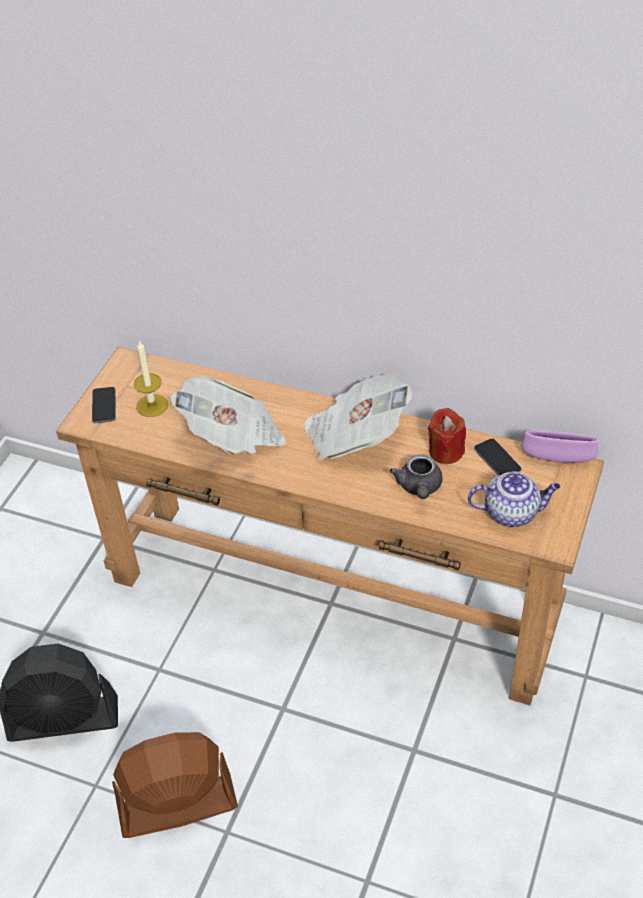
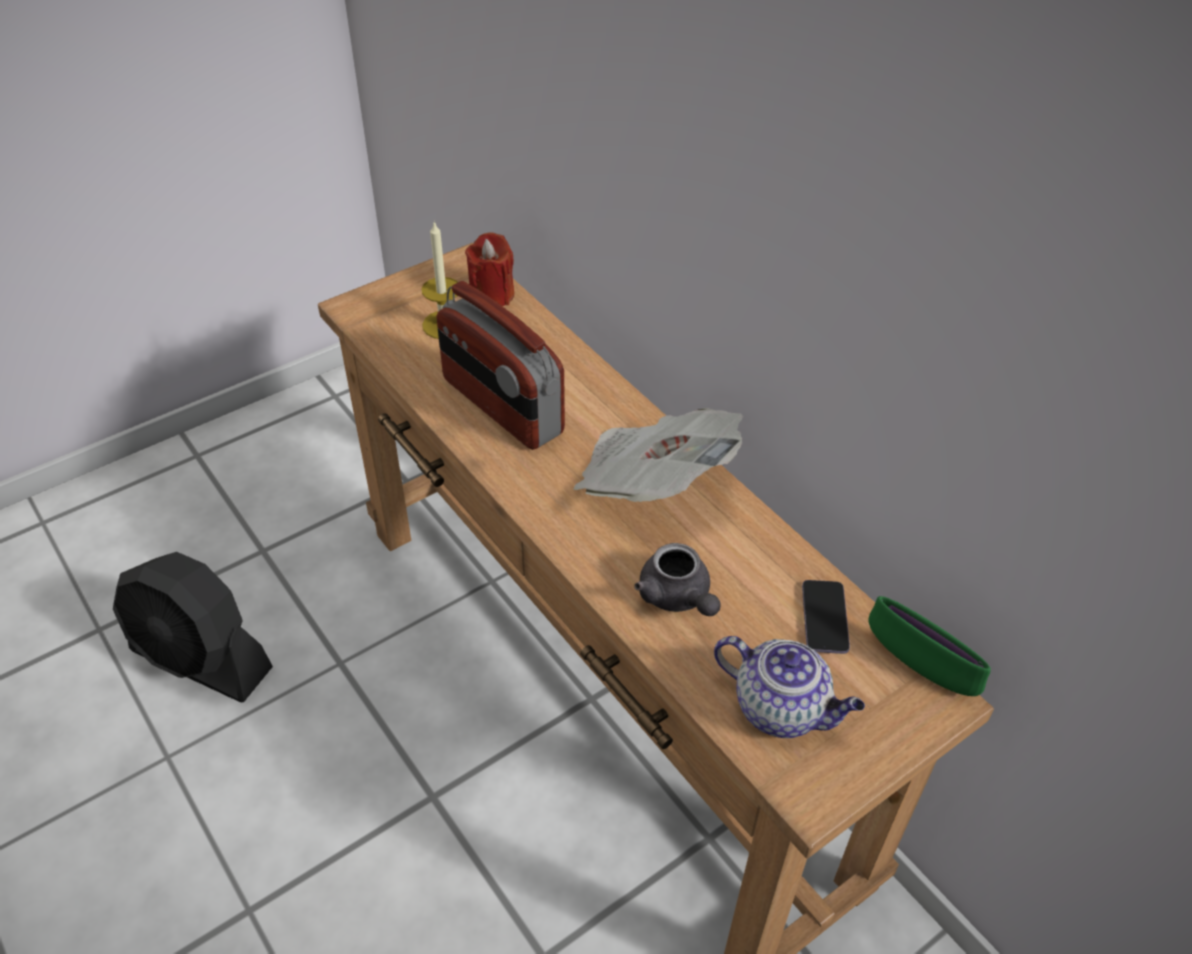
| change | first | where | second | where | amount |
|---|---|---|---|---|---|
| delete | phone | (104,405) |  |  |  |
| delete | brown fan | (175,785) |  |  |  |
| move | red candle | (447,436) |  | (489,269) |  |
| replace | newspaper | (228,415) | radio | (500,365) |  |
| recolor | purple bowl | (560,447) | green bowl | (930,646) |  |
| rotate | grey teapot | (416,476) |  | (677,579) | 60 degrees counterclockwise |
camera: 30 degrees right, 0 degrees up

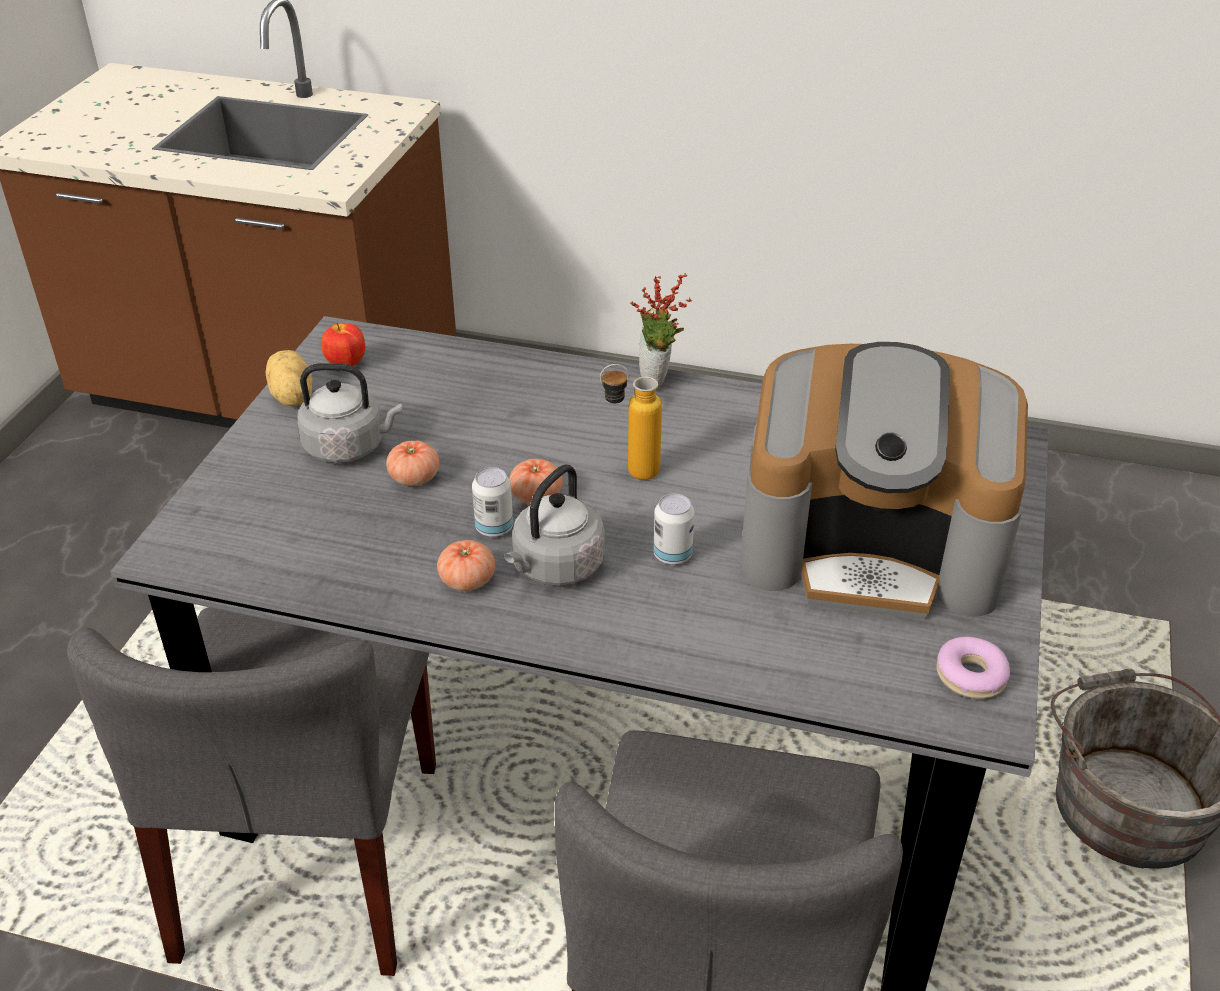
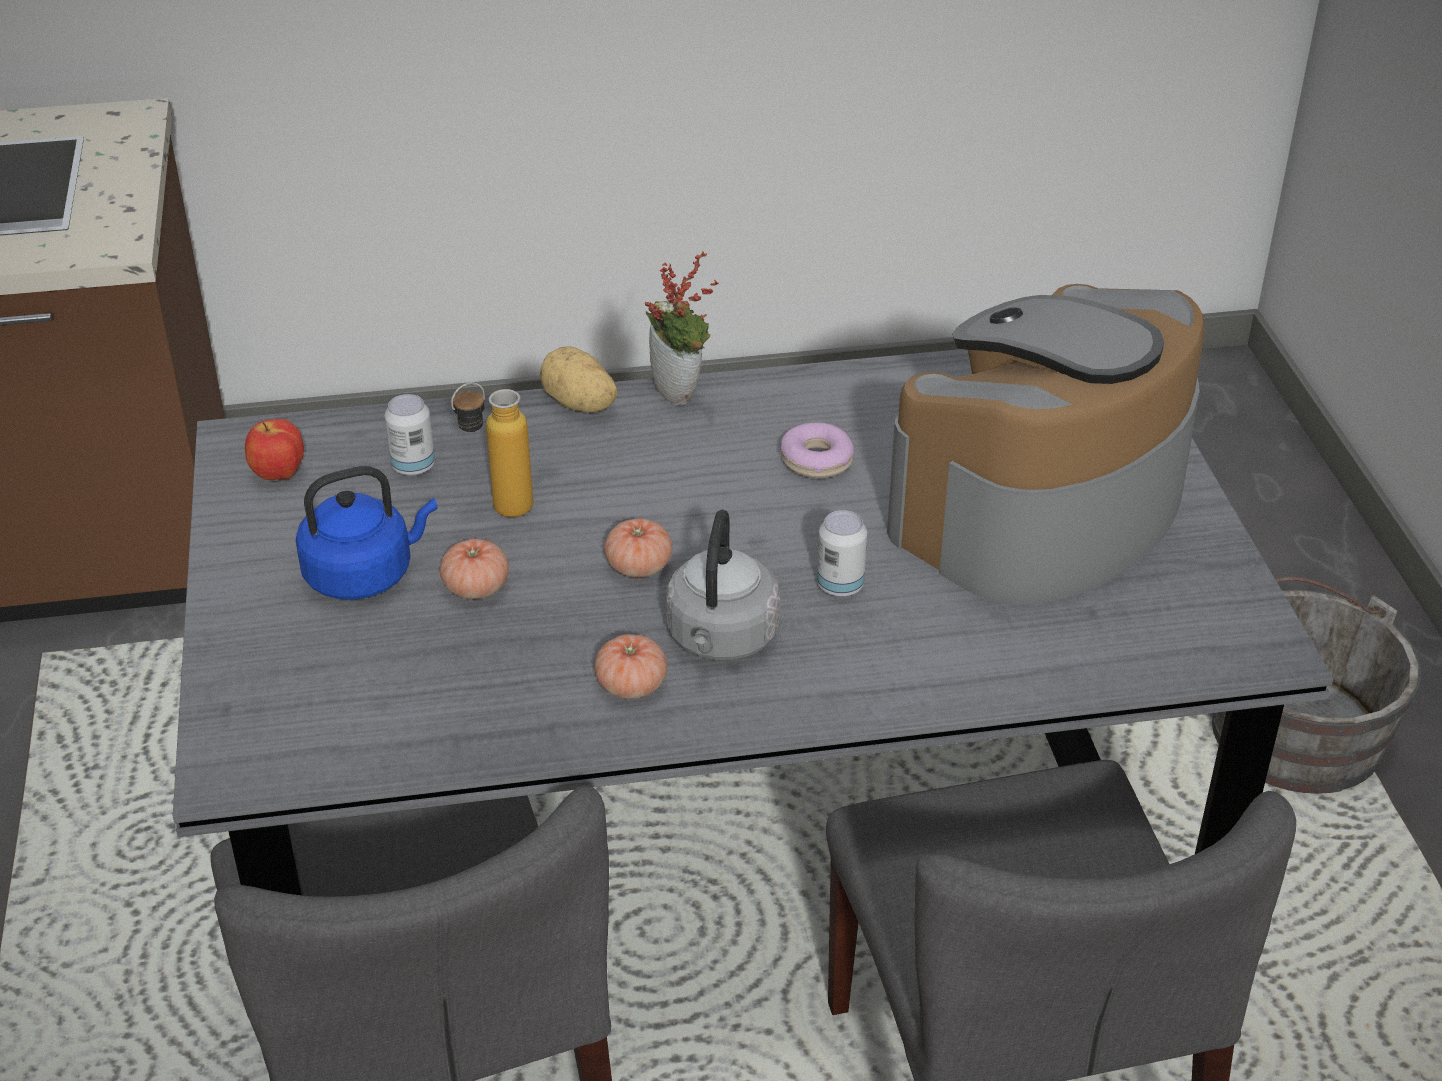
| change | first | where | second | where | amount |
|---|---|---|---|---|---|
| move | potato | (288,378) |  | (579,379) |  |
| move | can | (492,502) |  | (410,435) |  |
| move | bottle | (631,422) |  | (492,449) |  |
| move | donut | (973,668) |  | (817,450) |  |
| recolor | grey kettle | (349,413) | blue kettle | (367,533) |  |
| rotate | coffee machine | (884,481) |  | (1046,444) | 150 degrees clockwise |
camera: 25 degrees left, 0 degrees up

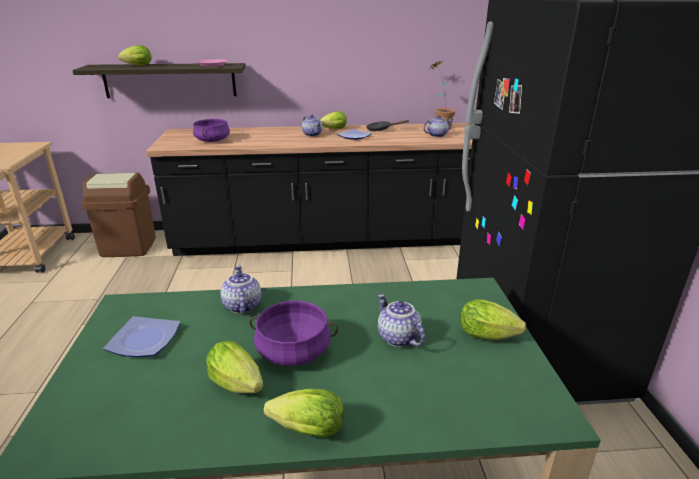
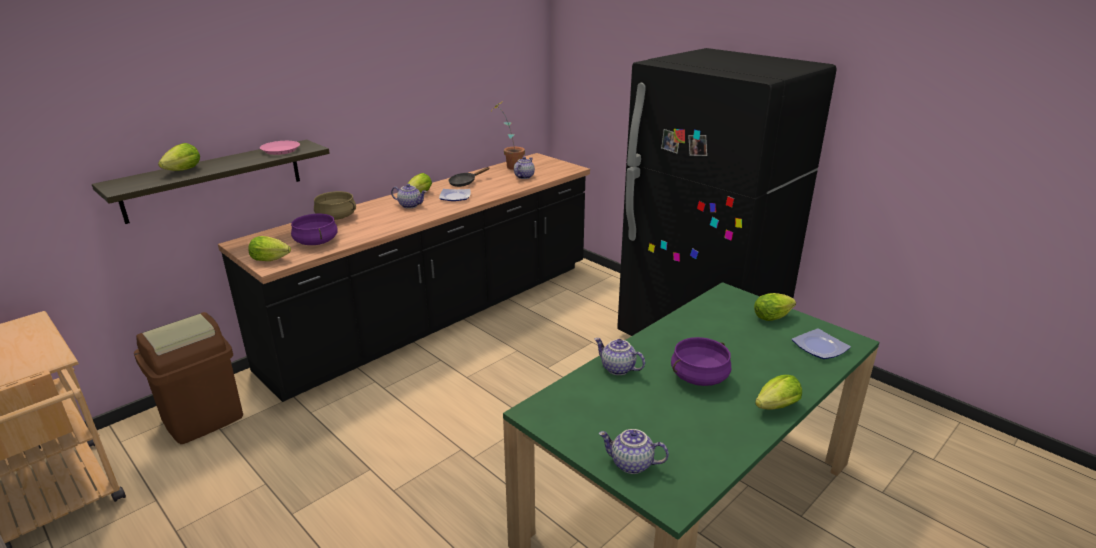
| change | first | where | second | where | amount |
|---|---|---|---|---|---|
| insert |  |  | beige cooking pot | (335,205) |  |
| move | plate | (141,336) |  | (821,343) |  |
| move | lettuce | (234,367) |  | (269,248) |  |
| move | teapot | (401,320) |  | (634,451) |  |
camera: 40 degrees left, 0 degrees up

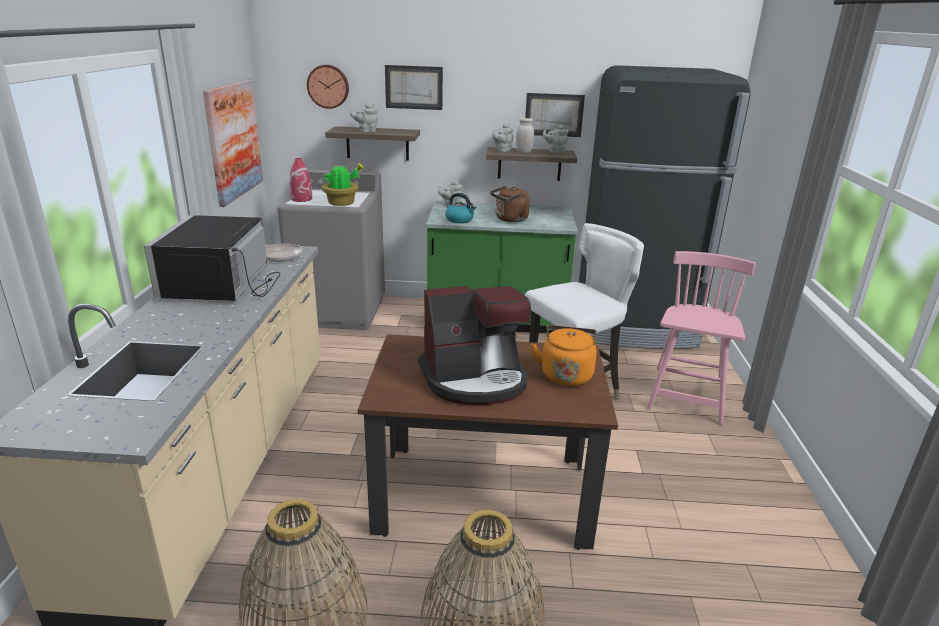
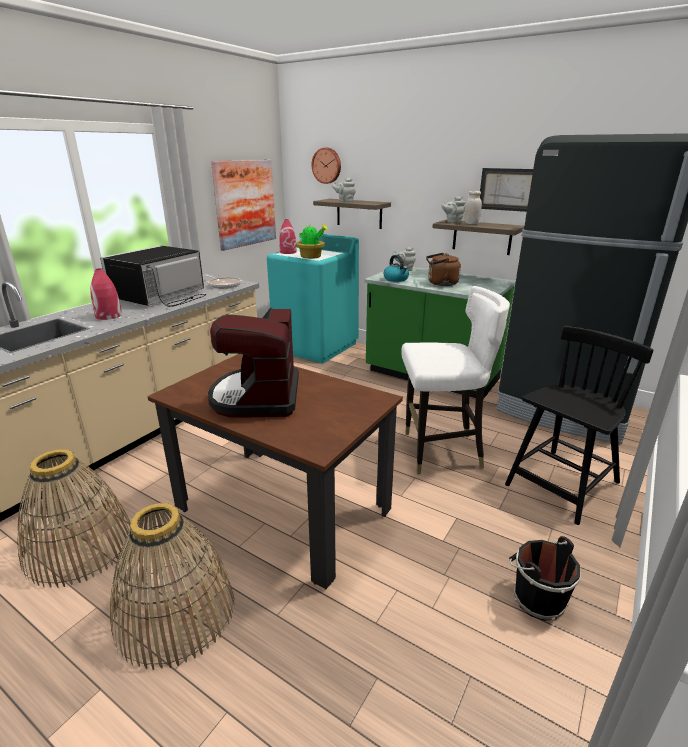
| change | first | where | second | where | amount |
|---|---|---|---|---|---|
| delete | picture | (414,87) |  |  |  |
| delete | orange kettle | (564,355) |  |  |  |
| delete | grey teapot | (556,139) |  |  |  |
| insert |  |  | red vase | (106,294) |  |
| insert |  |  | black bucket | (545,578) |  |
| recolor | grey washing machine | (331,249) | turquoise washing machine | (313,298) |  |
| recolor | pink chair | (701,338) | black chair | (579,425) |  |
| rotate | coffee machine | (474,345) |  | (253,363) | 75 degrees clockwise |
camera: 30 degrees right, 0 degrees up

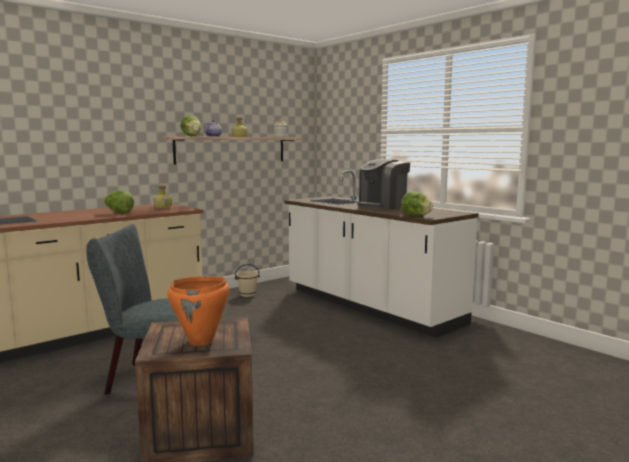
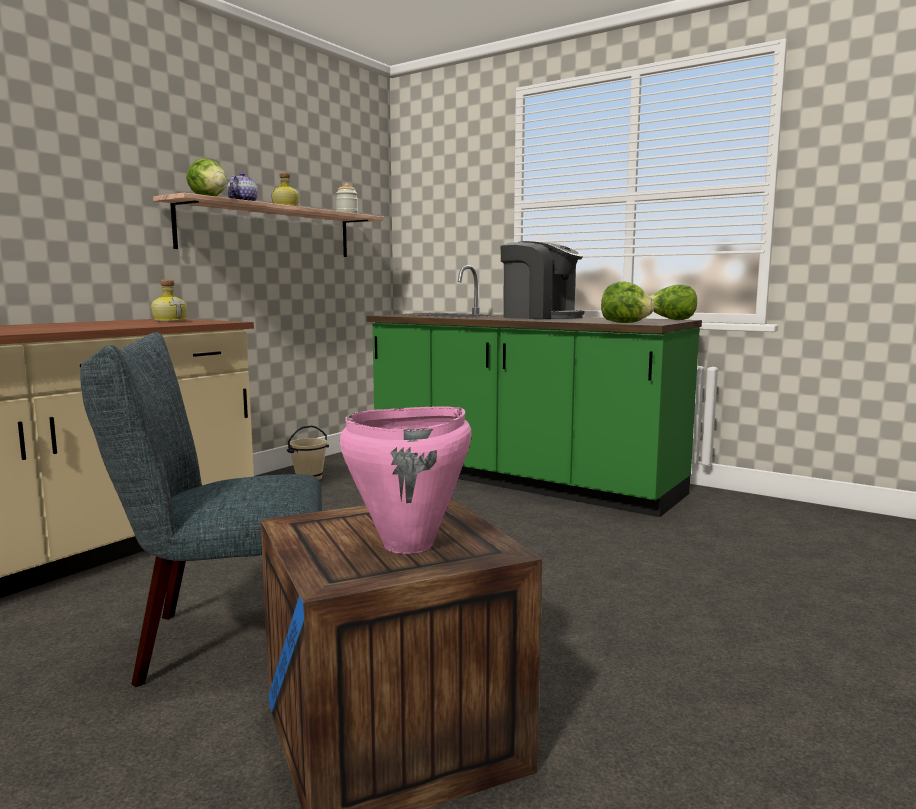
| change | first | where | second | where | amount |
|---|---|---|---|---|---|
| move | lettuce | (118,201) |  | (673,302) |  |
| recolor | orange cooking pot | (198,311) | pink cooking pot | (406,480) |  |
| recolor | white counter | (382,254) | green counter | (534,391) |  |
| rotate | coffee machine | (383,184) |  | (542,280) | 90 degrees counterclockwise |
camera: 15 degrees left, 0 degrees up

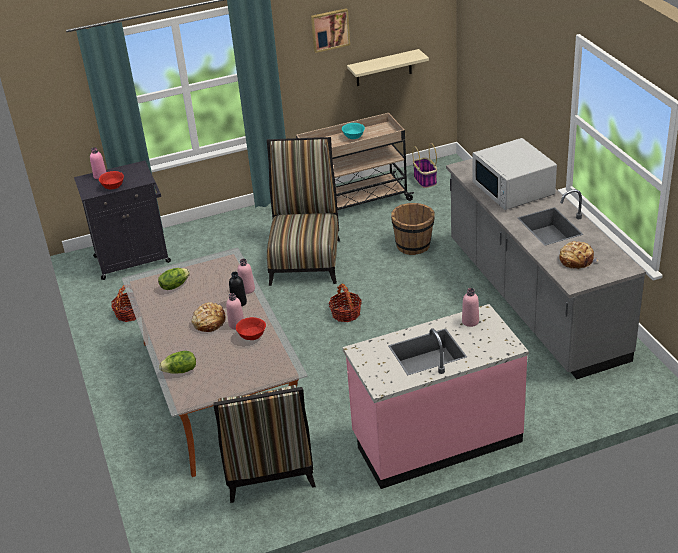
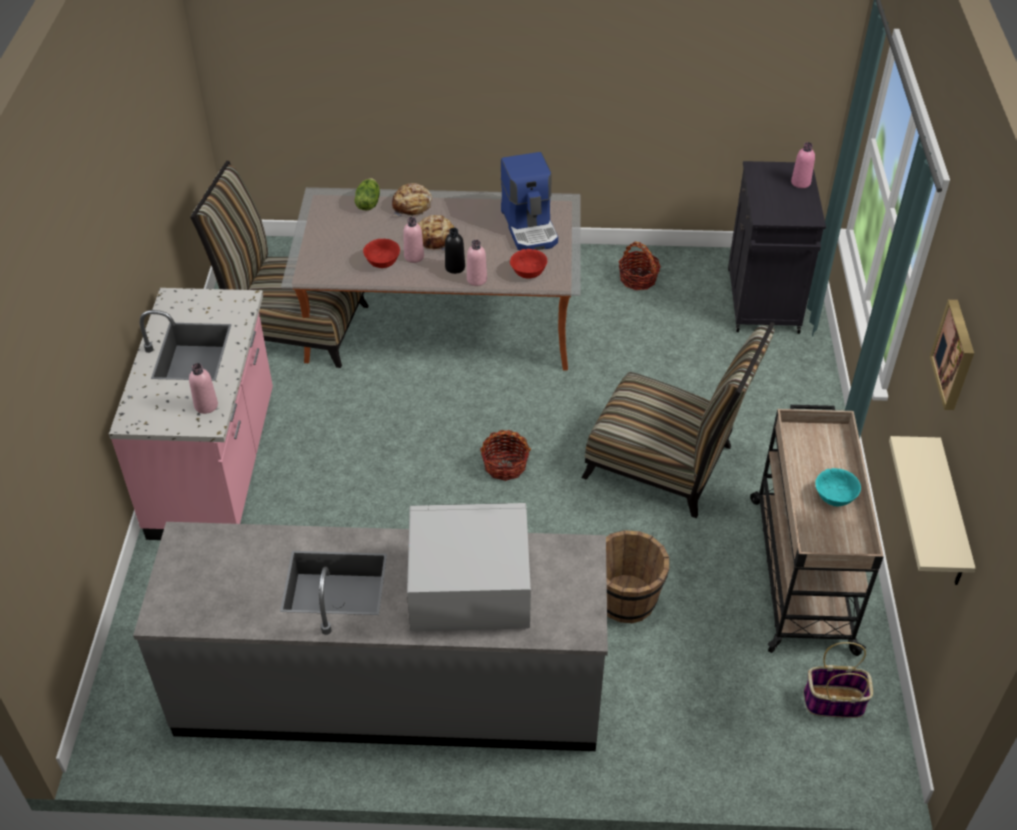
| change | first | where | second | where | amount |
|---|---|---|---|---|---|
| move | red bowl | (111,180) |  | (528,264) |  |
| move | bread | (579,255) |  | (412,199) |  |
| replace | lettuce | (174,279) | coffee machine | (529,201) |  |
camera: 110 degrees right, 10 degrees up

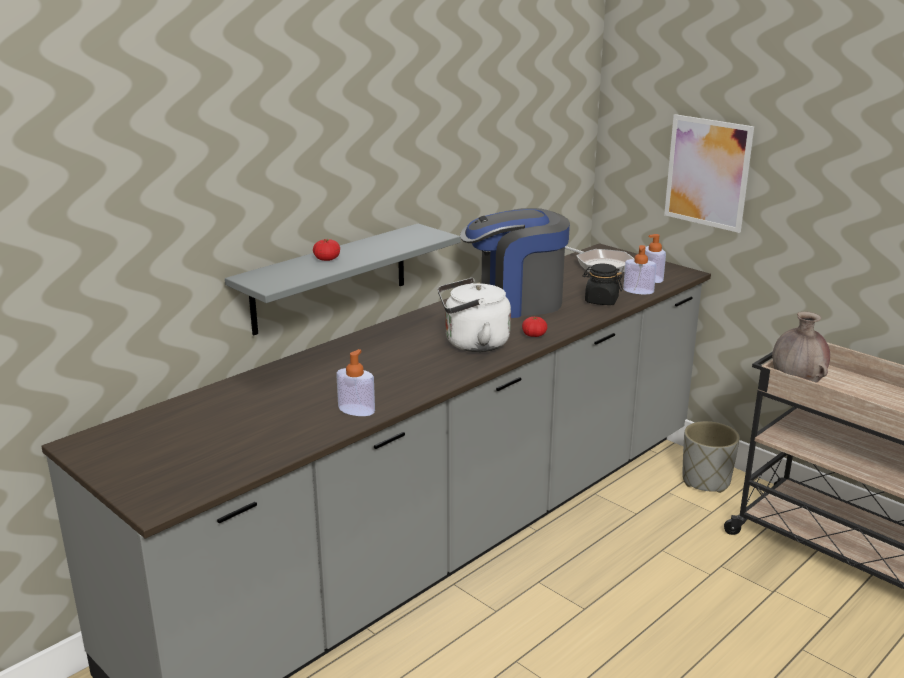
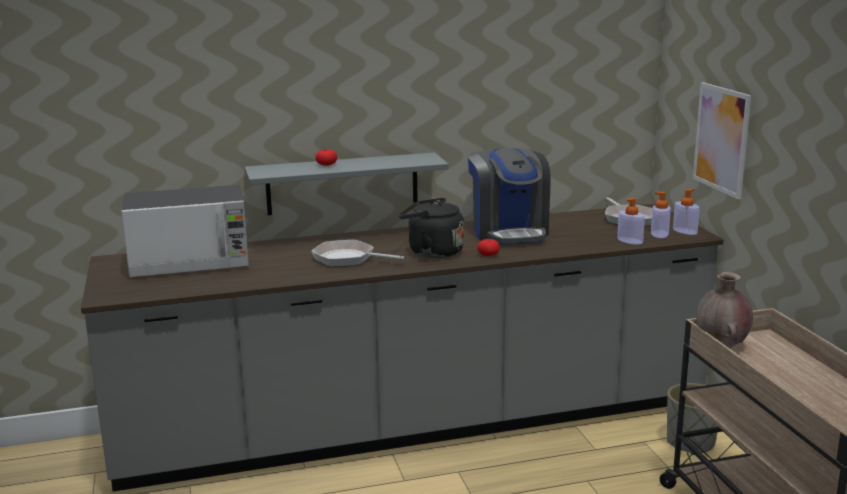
| change | first | where | second | where | amount |
|---|---|---|---|---|---|
| delete | black jar | (603,284) |  |  |  |
| insert |  |  | microwave | (185,231) |  |
| insert |  |  | frying pan | (357,253) |  |
| move | soap dispenser | (355,382) |  | (686,212) |  |
| recolor | white kettle | (474,315) | black kettle | (431,228) |  |
| rotate | coffee machine | (515,263) |  | (509,196) | 120 degrees counterclockwise |
camera: 30 degrees right, 5 degrees down

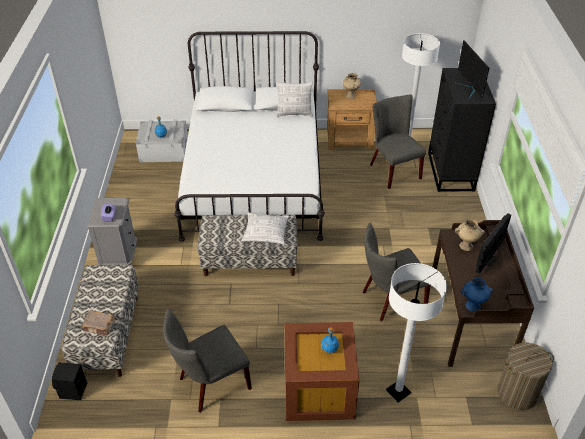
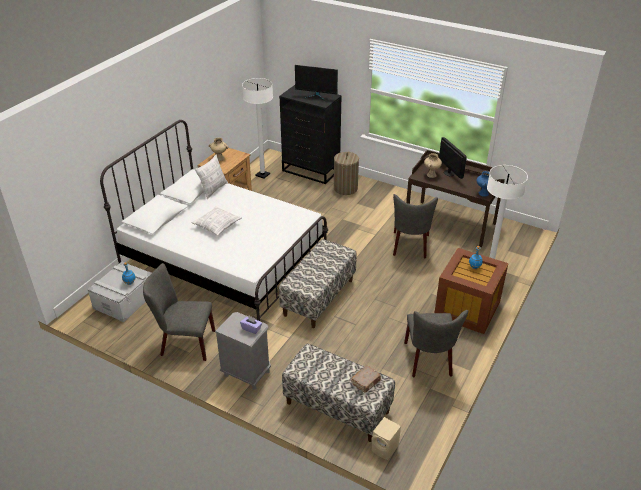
| change | first | where | second | where | amount |
|---|---|---|---|---|---|
| move | pillow | (265,228) |  | (216,221) |  |
| move | grey chair | (398,141) |  | (179,312) |  |
| move | laundry basket | (525,376) |  | (346,173) |  |
| recolor | black speaker | (69,381) | beige speaker | (386,438) |  |
camera: 60 degrees left, 5 degrees down

